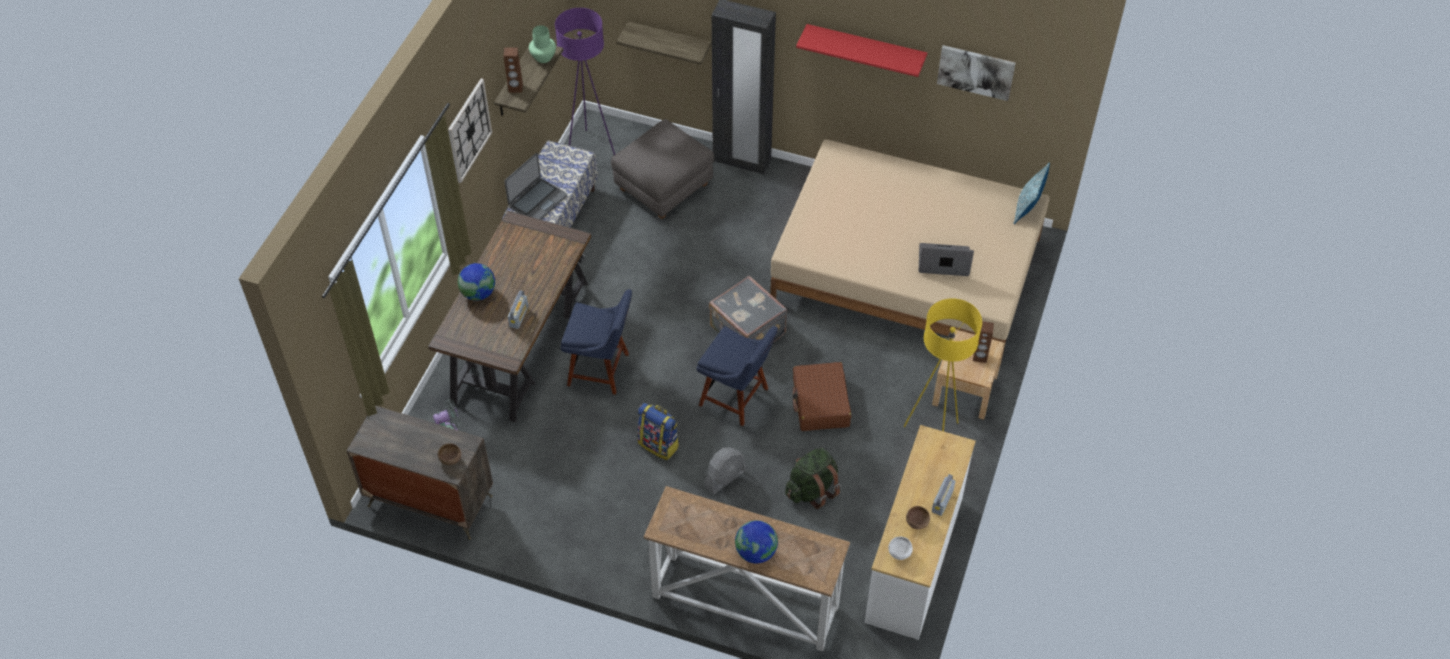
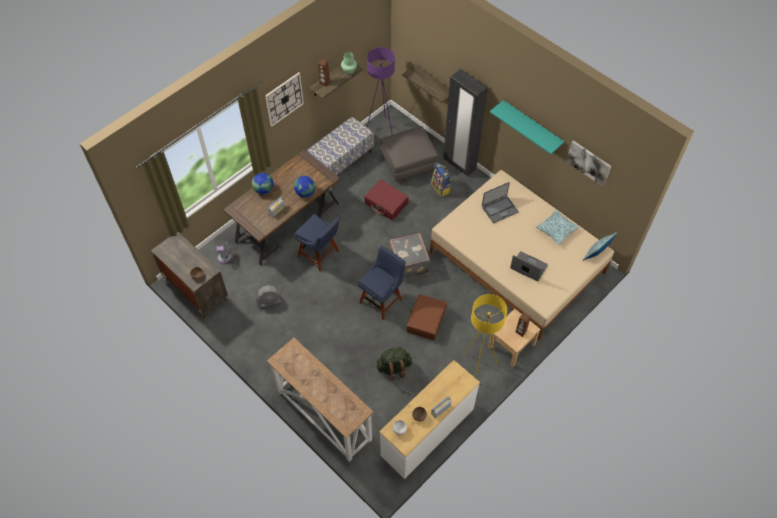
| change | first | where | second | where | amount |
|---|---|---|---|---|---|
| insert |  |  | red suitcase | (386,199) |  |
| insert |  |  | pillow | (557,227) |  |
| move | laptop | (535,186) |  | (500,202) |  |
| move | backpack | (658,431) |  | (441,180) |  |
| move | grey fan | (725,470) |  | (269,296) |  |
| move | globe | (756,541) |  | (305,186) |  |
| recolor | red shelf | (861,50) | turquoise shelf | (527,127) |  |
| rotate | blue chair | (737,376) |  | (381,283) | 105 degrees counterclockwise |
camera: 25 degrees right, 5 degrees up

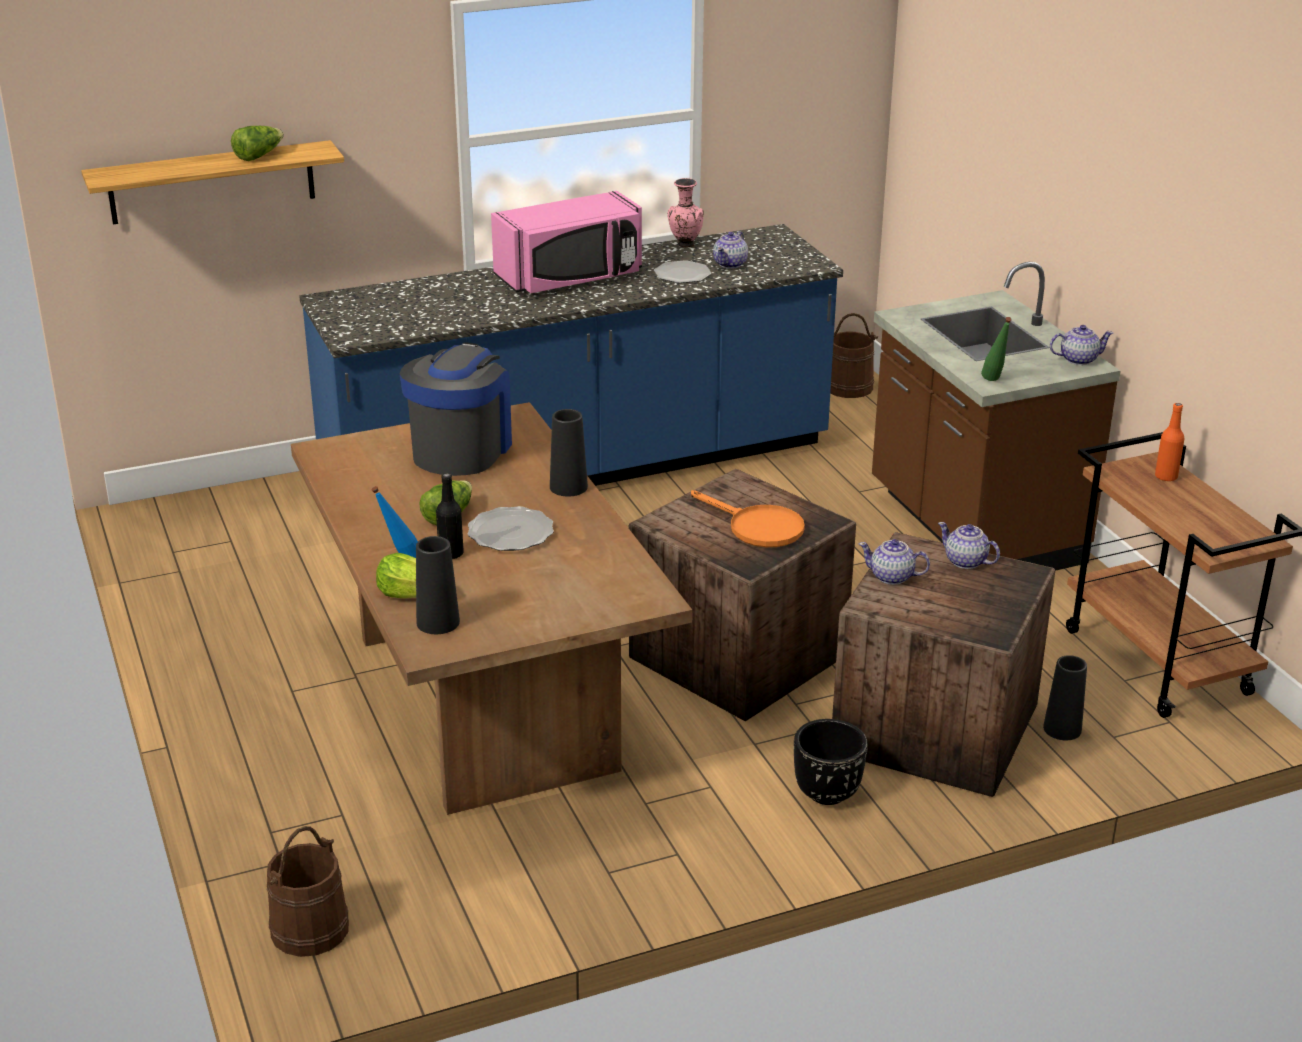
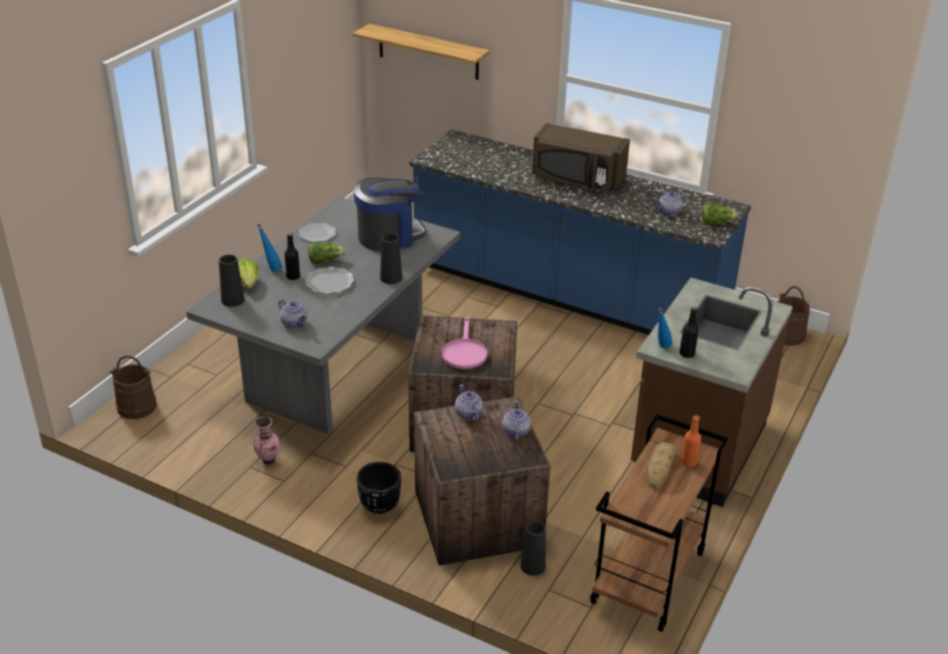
| change | first | where | second | where | amount |
|---|---|---|---|---|---|
| insert |  |  | bread | (661,465) |  |
| insert |  |  | black bottle | (689,332) |  |
| move | lettuce | (257,143) |  | (719,214) |  |
| move | plate | (682,271) |  | (317,232) |  |
| move | pink vase | (685,212) |  | (266,441) |  |
| move | teapot | (1081,345) |  | (293,313) |  |
| recolor | brown dining table | (491,608) | grey dining table | (323,315) |  |
| recolor | pink microwave | (566,242) | brown microwave | (581,157) |  |
| recolor | orange frying pan | (748,518) | pink frying pan | (464,343) |  |
| recolor | green bottle | (996,349) | blue bottle | (665,328) |  |
camera: 50 degrees right, 5 degrees up

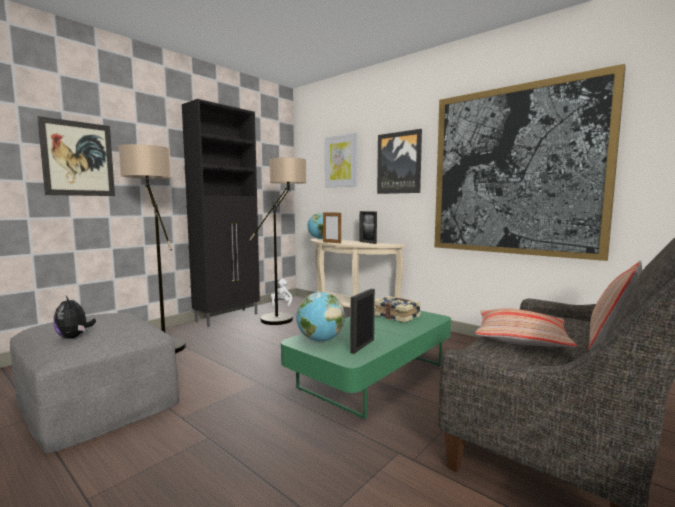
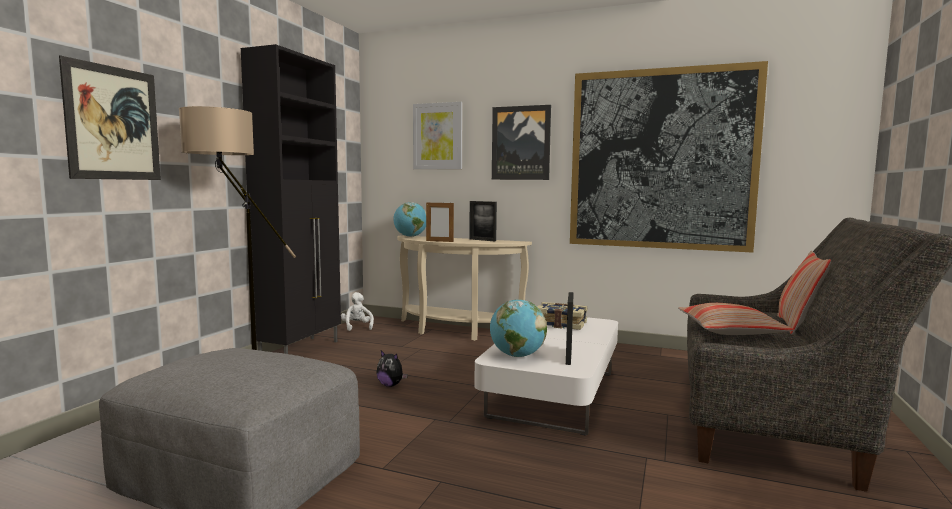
| change | first | where | second | where | amount |
|---|---|---|---|---|---|
| delete | floor lamp | (277,241) |  |  |  |
| move | plush toy | (74,317) |  | (392,369) |  |
| recolor | green coffee table | (366,363) | white coffee table | (546,376) |  |
camera: 20 degrees left, 0 degrees up

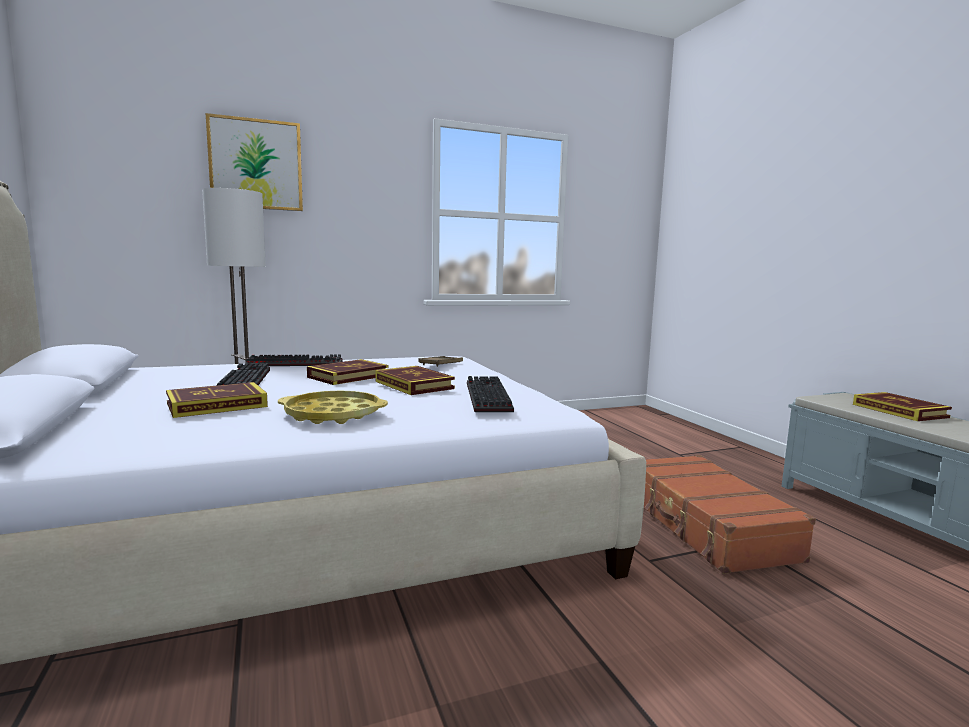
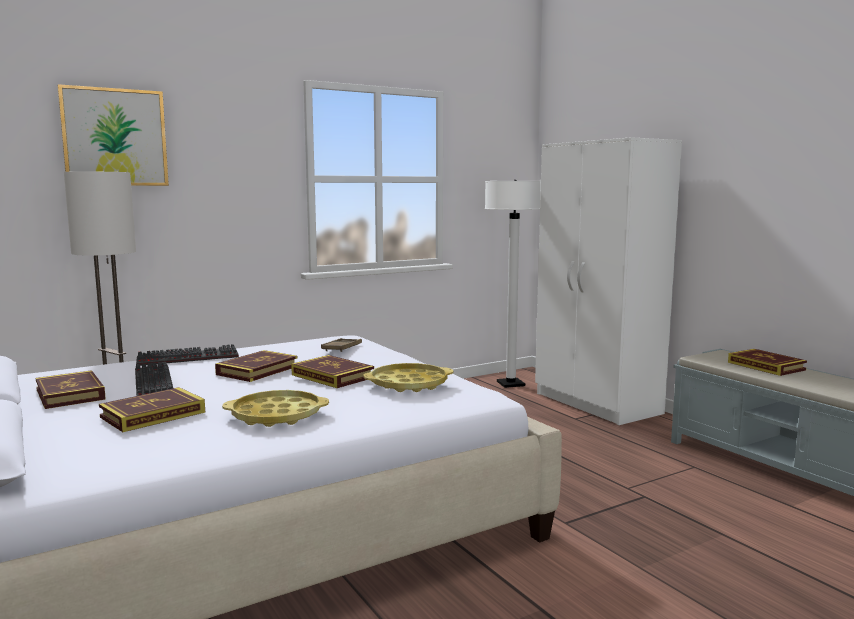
| change | first | where | second | where | amount |
|---|---|---|---|---|---|
| delete | brown suitcase | (730,514) |  |  |  |
| insert |  |  | book | (71,389) |  |
| insert |  |  | white floor lamp | (513,284) |  |
| insert |  |  | white wardrobe | (608,281) |  |
| replace | keyboard | (490,394) | yellow tray | (408,377) |  |
camera: 10 degrees left, 0 degrees up

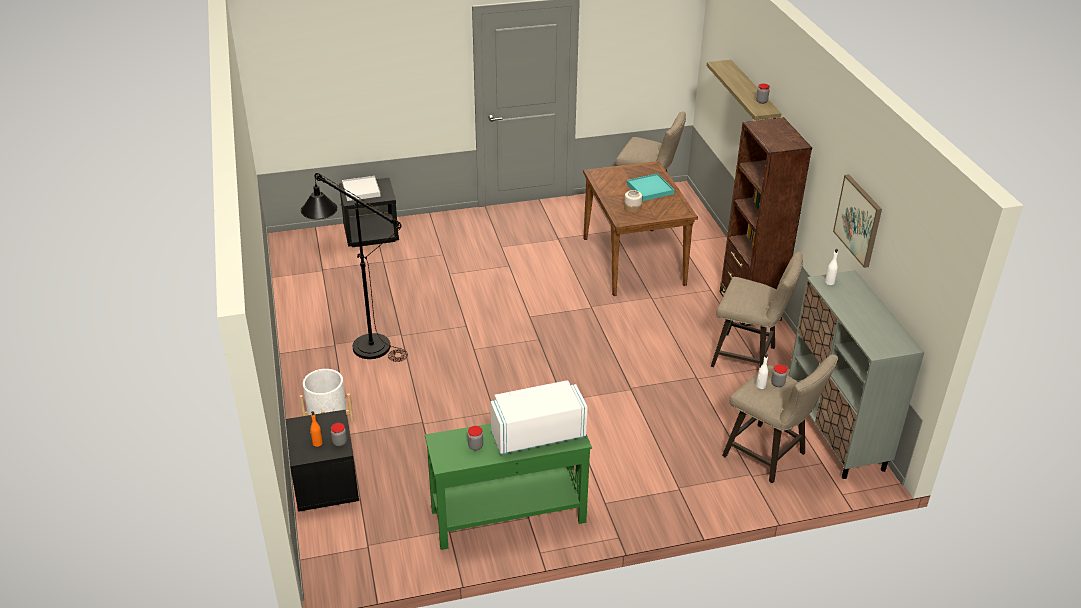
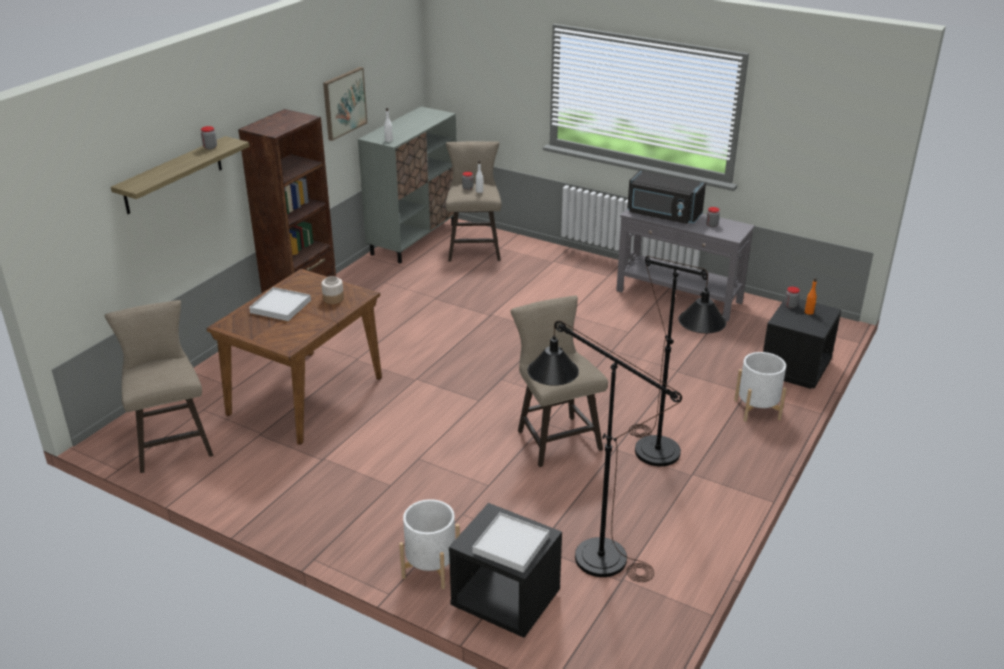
| change | first | where | second | where | amount |
|---|---|---|---|---|---|
| insert |  |  | white planter | (429,544) |  |
| insert |  |  | black floor lamp | (605,451) |  |
| move | beige stool | (757,310) |  | (559,381) |  |
| recolor | green console table | (508,486) | grey console table | (685,265) |  |
| recolor | white microwave | (539,417) | black microwave | (666,197) |  |
| recolor | turquoise tray | (650,187) | white tray | (280,304) |  |
camera: 135 degrees left, 5 degrees down

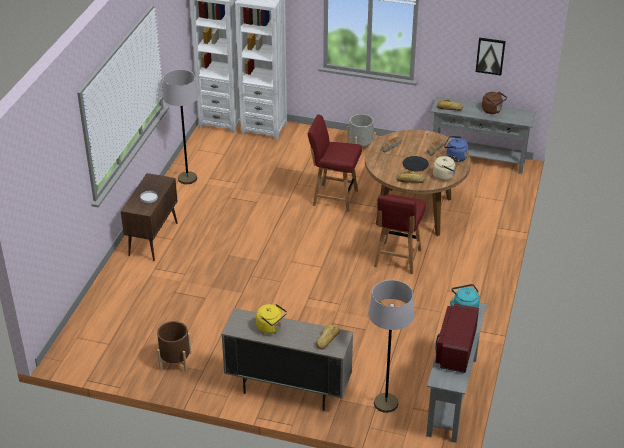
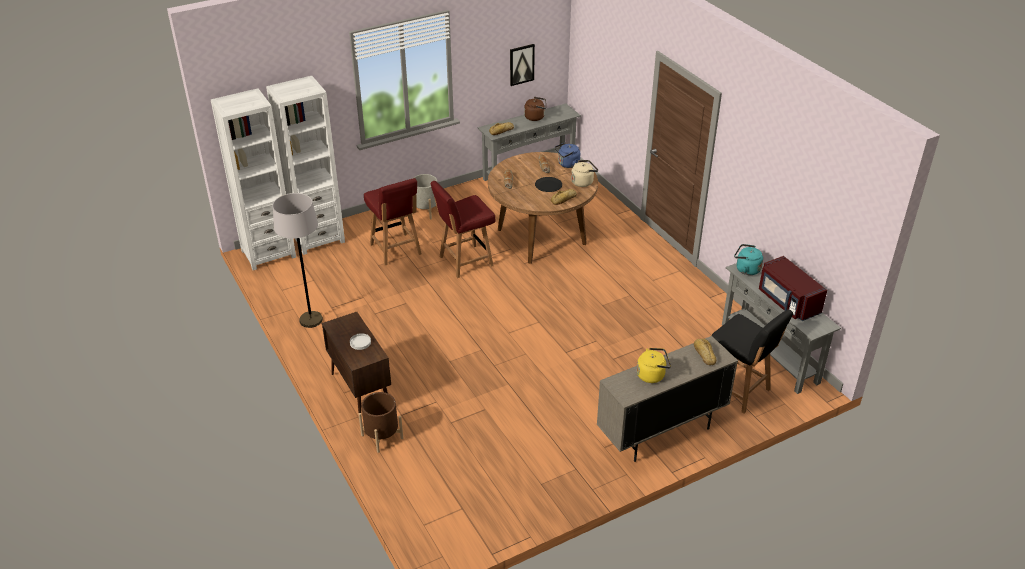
| change | first | where | second | where | amount |
|---|---|---|---|---|---|
| move | brown planter | (174,346) |  | (380,422) |  |
| move | red chair | (400,234) |  | (393,221) |  |
| replace | grey floor lamp | (391,346) | black chair | (752,362) |  |
camera: 45 degrees left, 0 degrees up

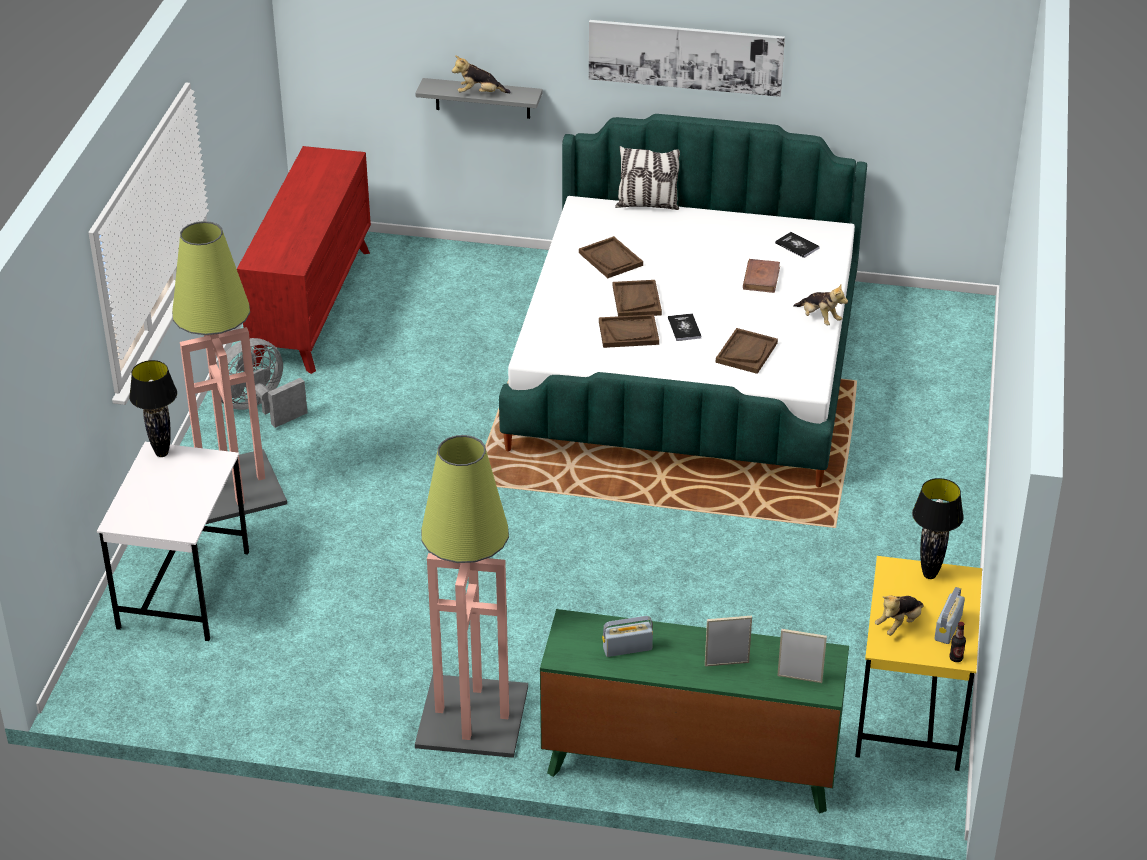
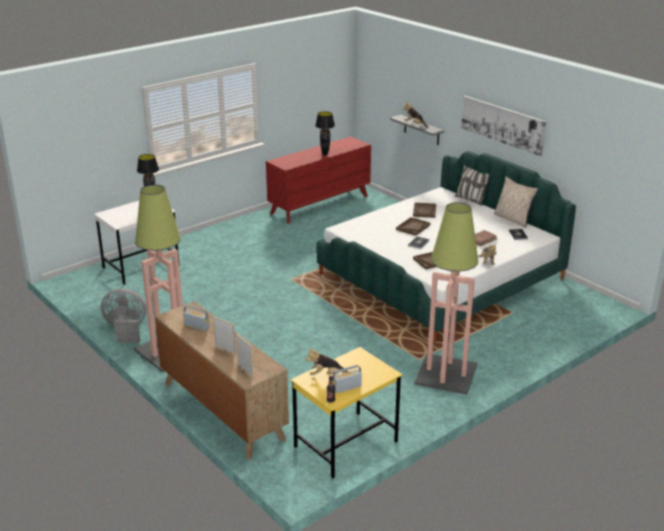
| change | first | where | second | where | amount |
|---|---|---|---|---|---|
| delete | brown tray | (629,331) |  |  |  |
| insert |  |  | beige pillow | (516,202) |  |
| move | floor lamp | (229,372) |  | (446,298) |  |
| move | grey fan | (262,383) |  | (123,315) |  |
| move | black table lamp | (938,528) |  | (325,133) |  |
| recolor | green dresser | (694,711) | brown dresser | (222,380) |  |
camera: 40 degrees right, 10 degrees down

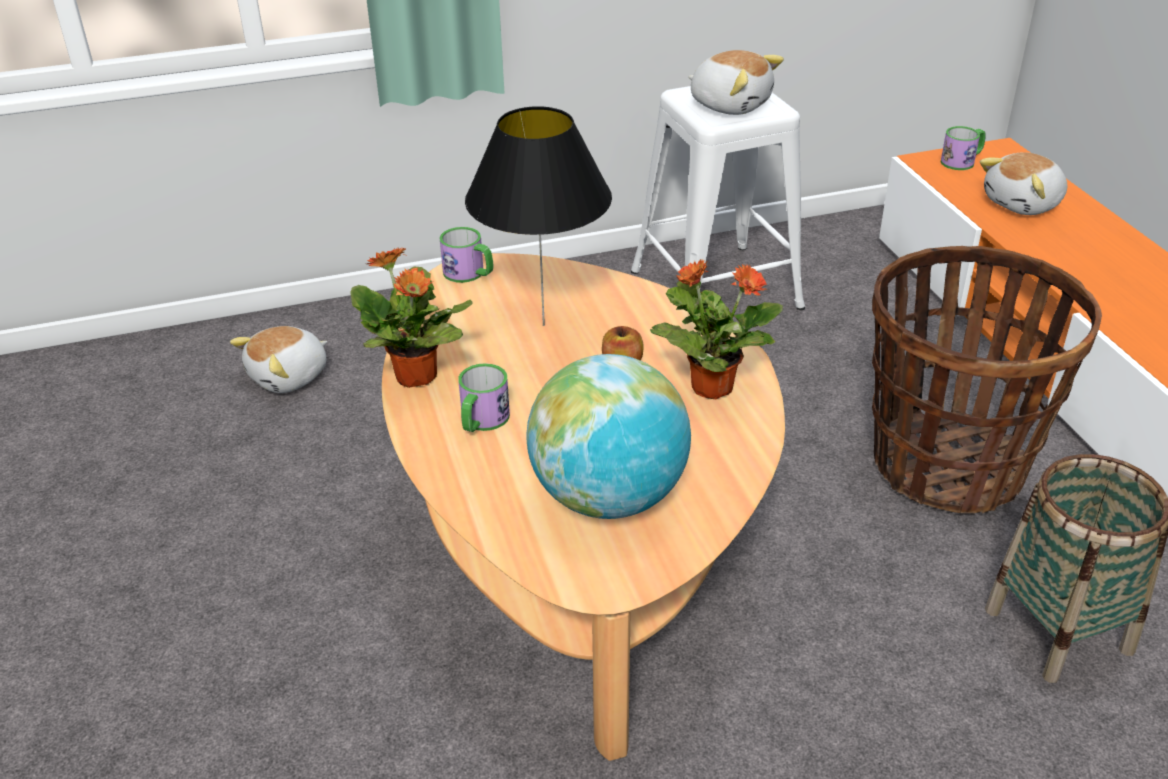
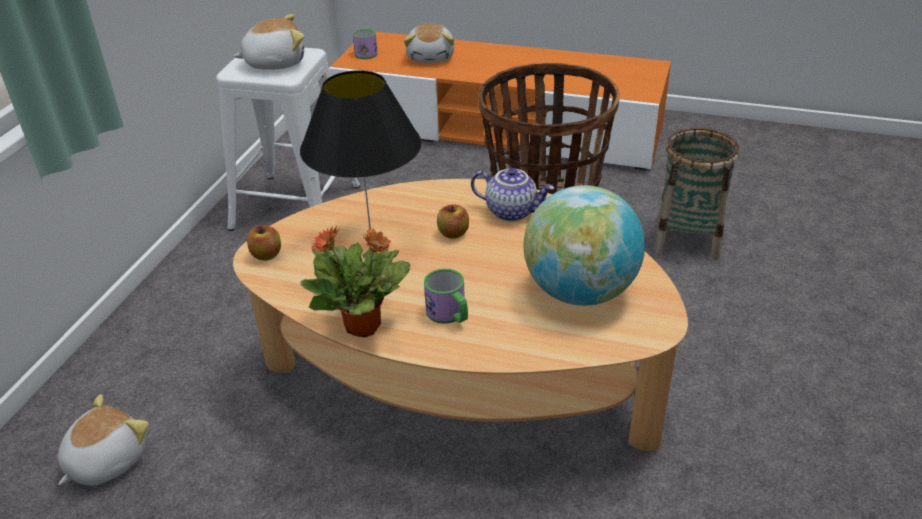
| change | first | where | second | where | amount |
|---|---|---|---|---|---|
| replace | mug | (466,255) | apple | (264,243) |  |
| replace | potted plant | (716,329) | teapot | (512,194) |  |
| rotate | plush toy | (278,359) |  | (103,439) | 135 degrees counterclockwise |
camera: 55 degrees left, 0 degrees up

